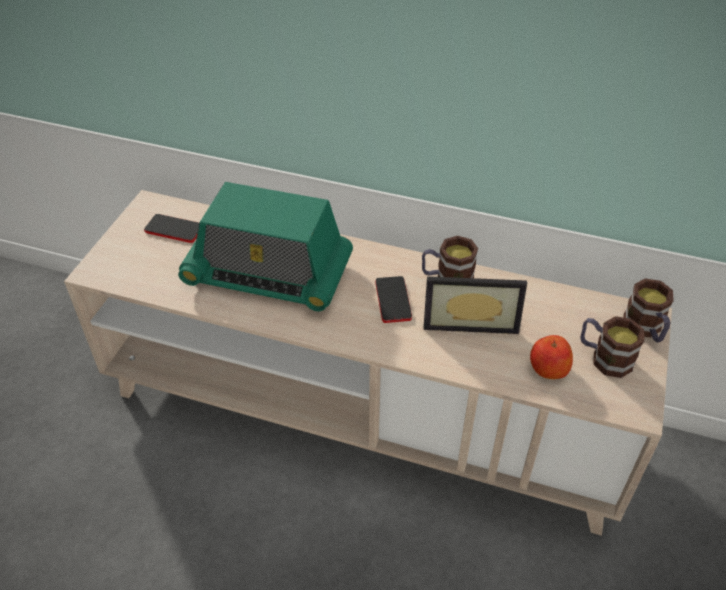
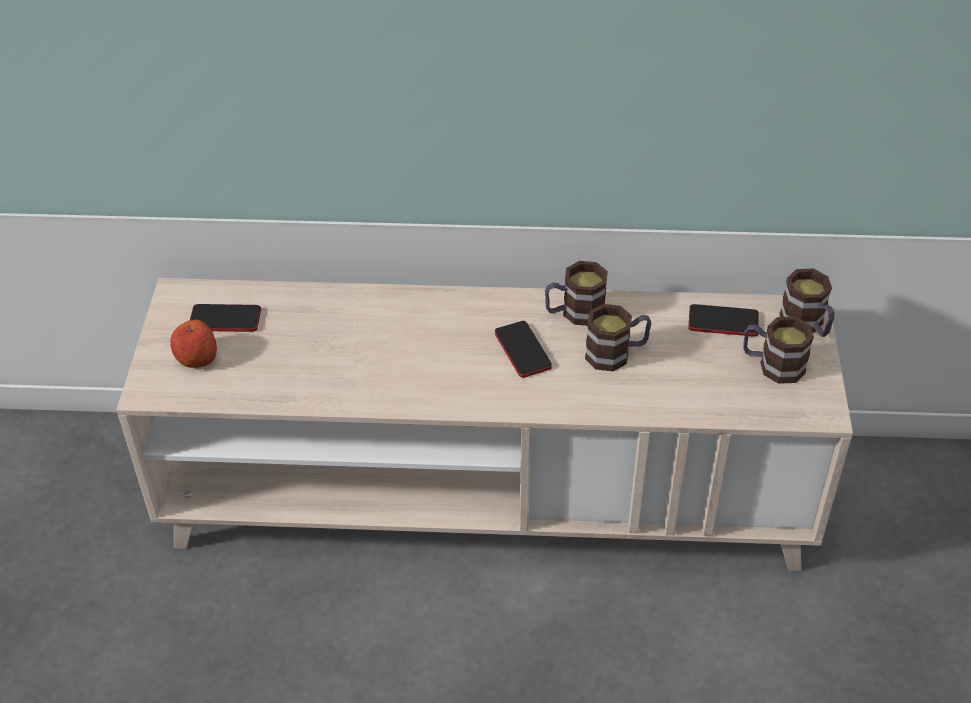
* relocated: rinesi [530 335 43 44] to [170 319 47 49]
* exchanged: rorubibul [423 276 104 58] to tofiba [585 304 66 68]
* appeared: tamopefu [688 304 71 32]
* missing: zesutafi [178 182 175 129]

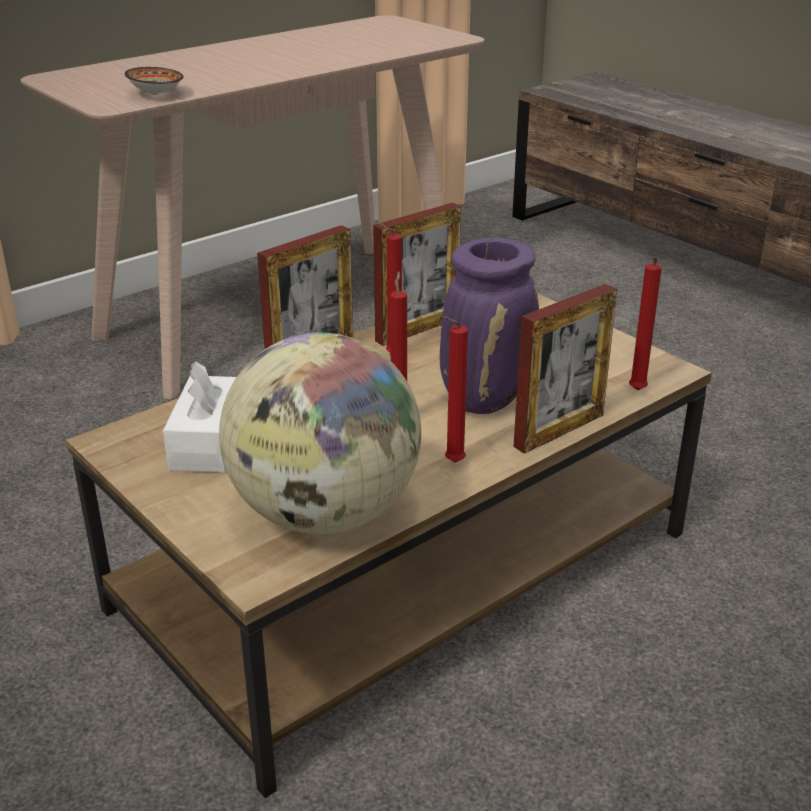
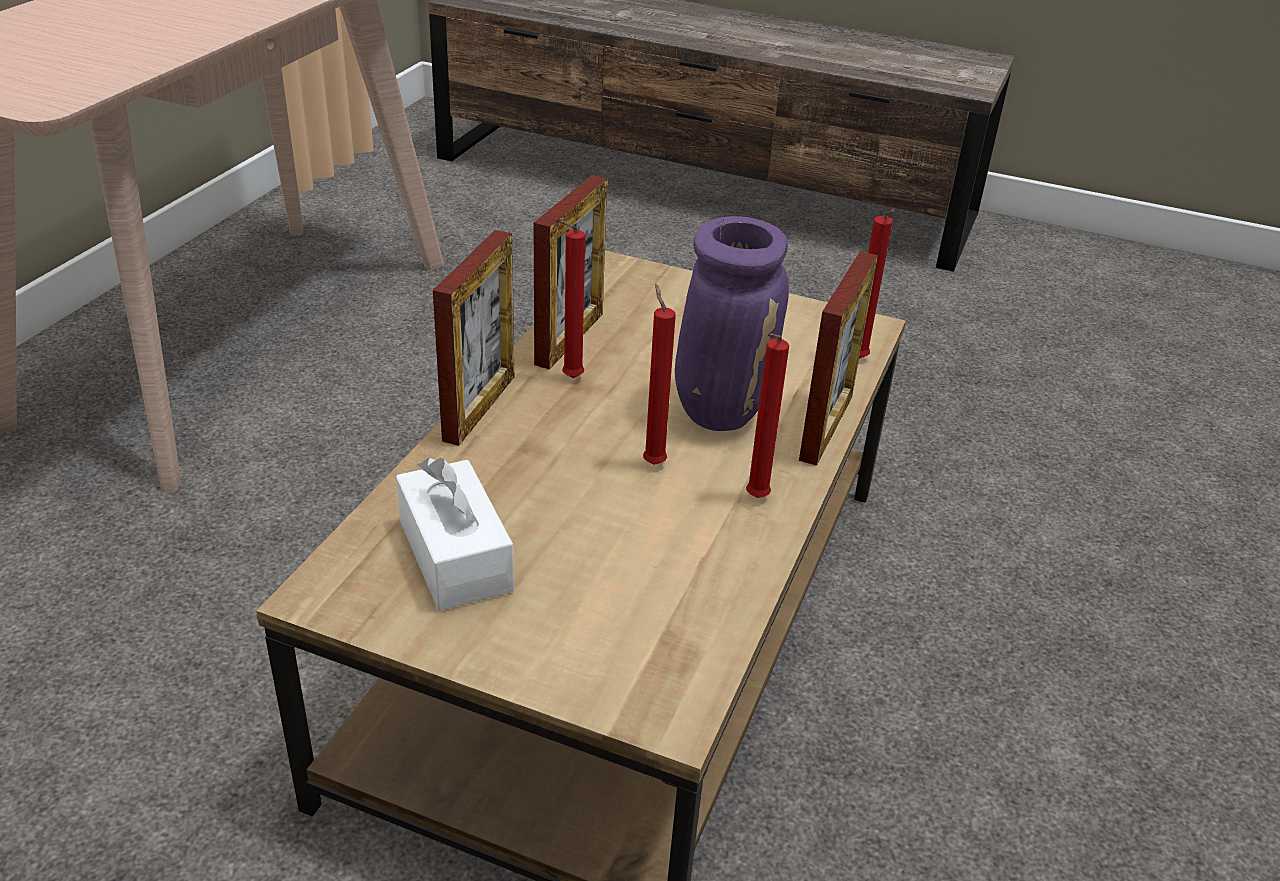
* missing: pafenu [125 67 59 28]
* missing: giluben [219 333 202 201]

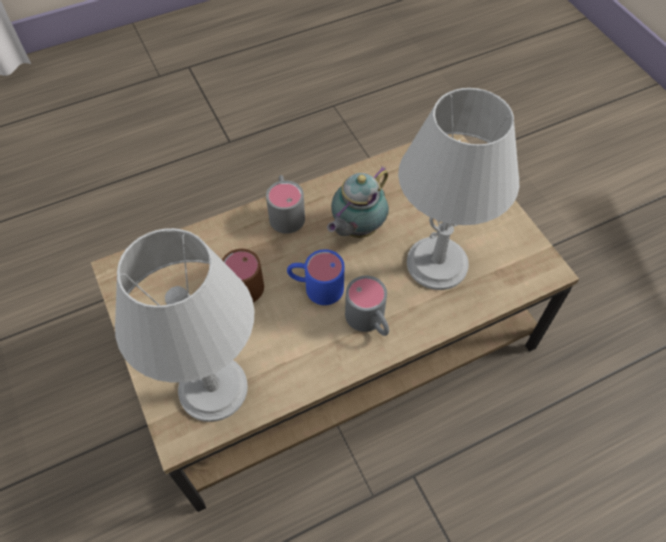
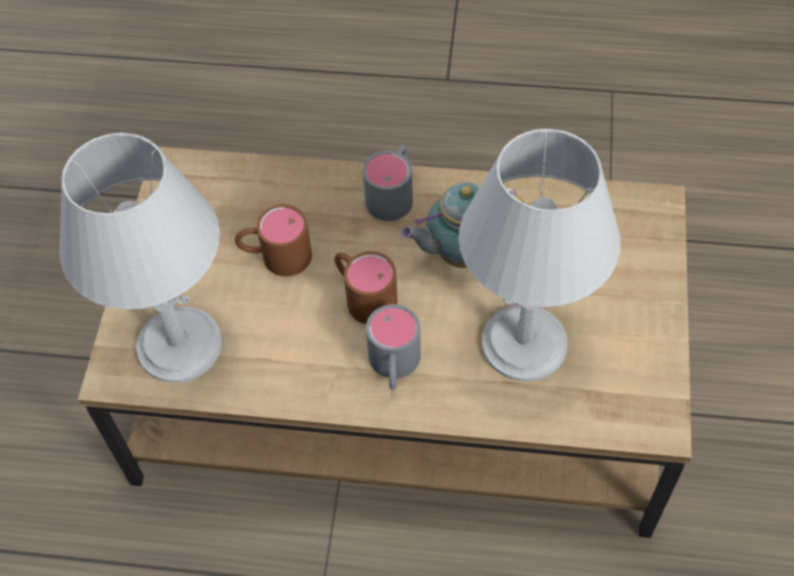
* colour: tofiba (blue) [287 249 58 56] to tofiba (brown) [335 251 63 73]

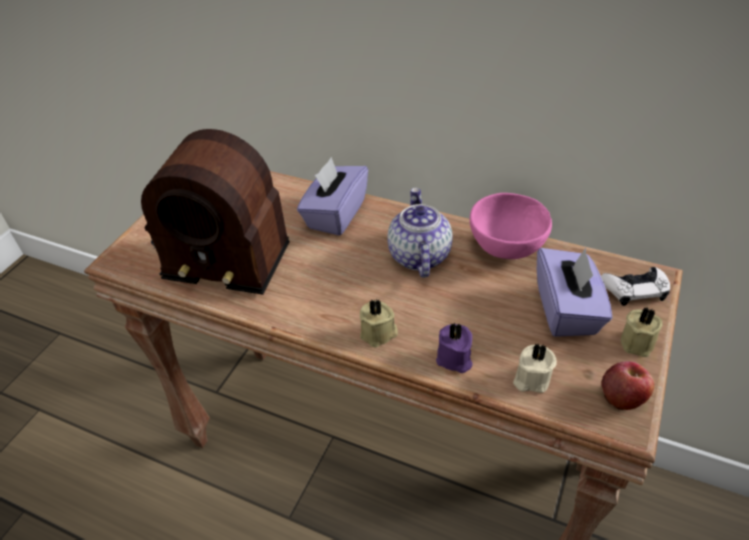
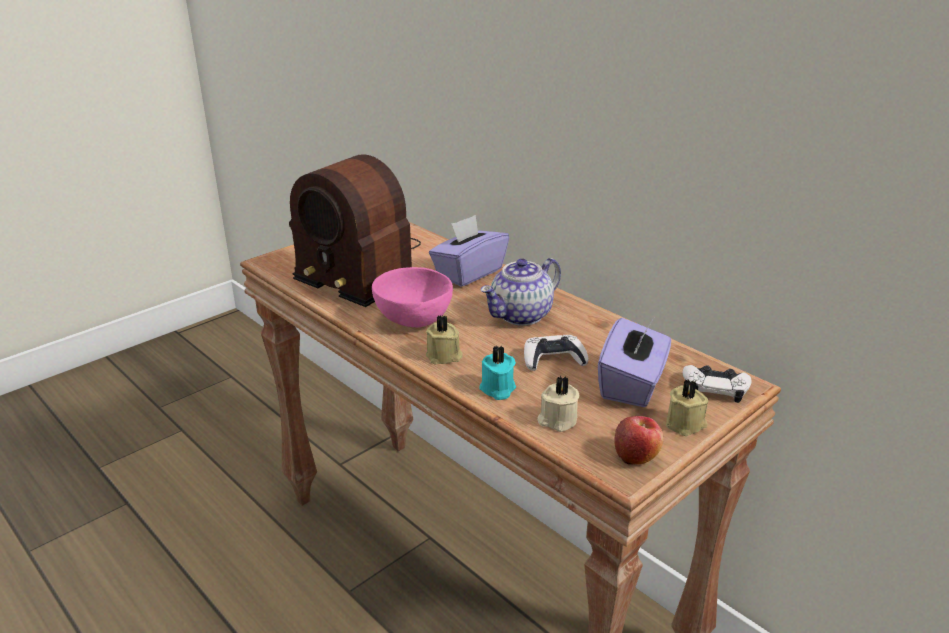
* relocated: pafenu (pink) [470 193 82 66] to [372 267 81 60]
* colour: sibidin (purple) [436 323 36 50] to sibidin (turquoise) [479 346 37 54]
* spun: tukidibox [387 188 66 90] = [480 258 81 68] 150 degrees counterclockwise
* appeared: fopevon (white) [524 335 65 36]

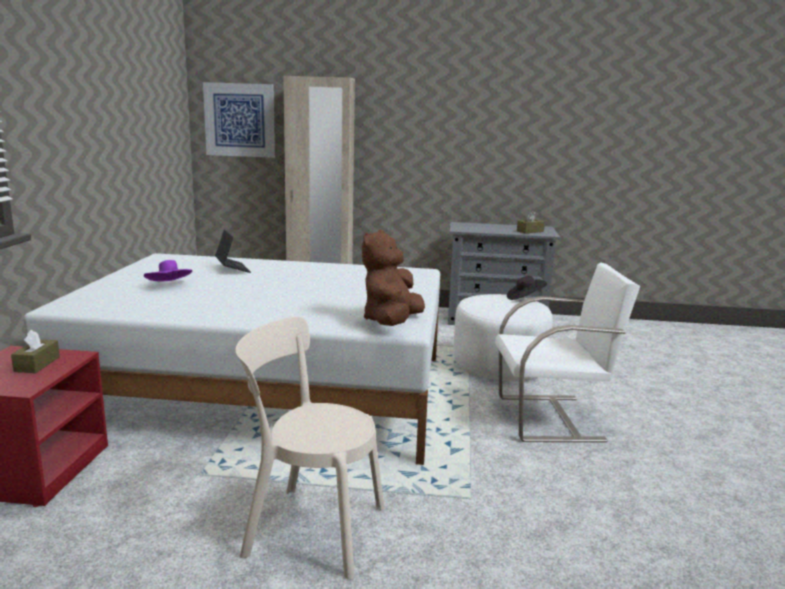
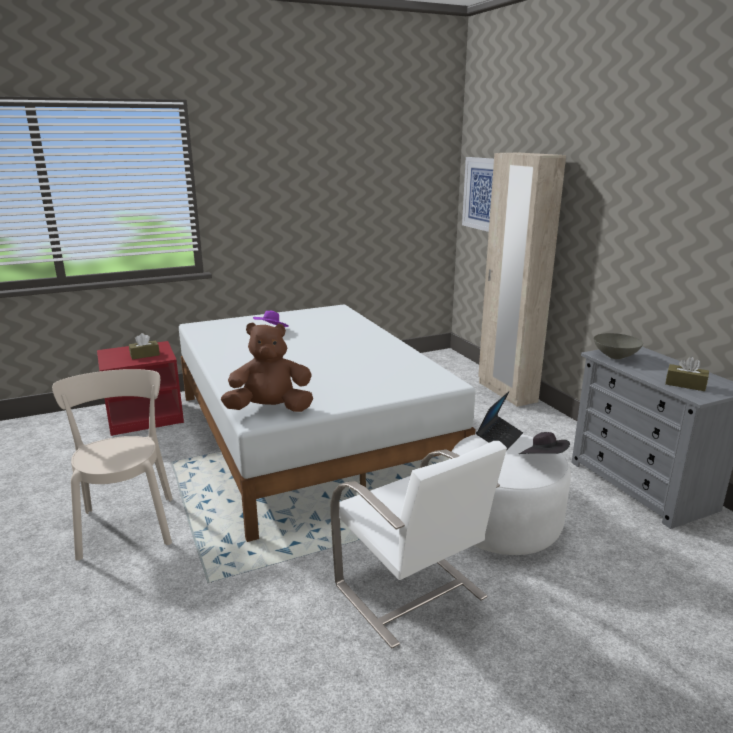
* relocated: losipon [215 230 36 43] to [476 391 47 60]
* appeared: pafenu (grey) [594 333 49 26]

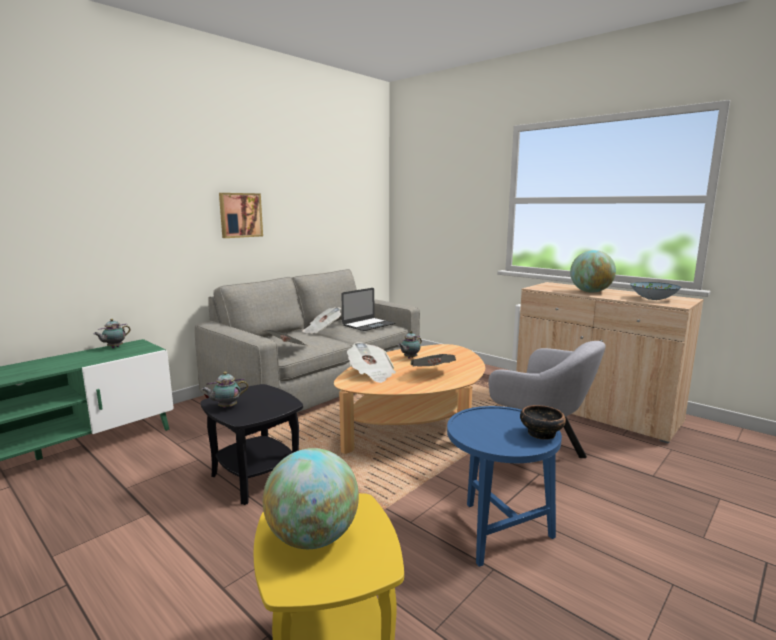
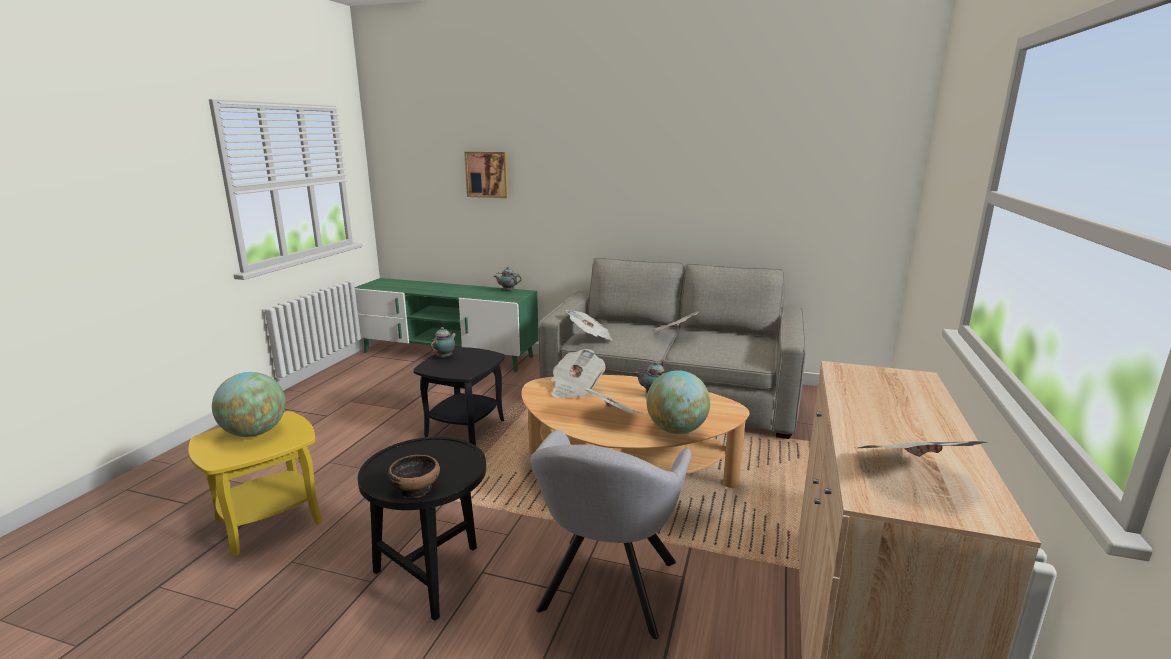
* colour: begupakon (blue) [447 406 115 161] to begupakon (black) [358 437 128 184]
* spun: tukidibox [201 372 47 36] = [431 327 25 31] 75 degrees clockwise
* relocated: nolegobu [219 193 44 45] to [464 151 45 47]
* relocated: giluben [570 250 46 43] to [646 370 64 64]
* exchanged: pafenu [630 282 51 18] to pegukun [857 441 131 16]
* missing: losipon [341 288 54 43]

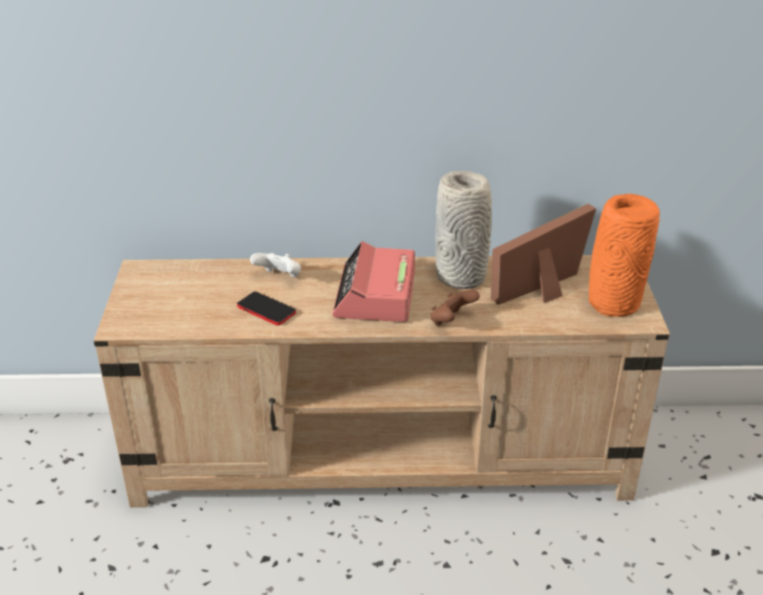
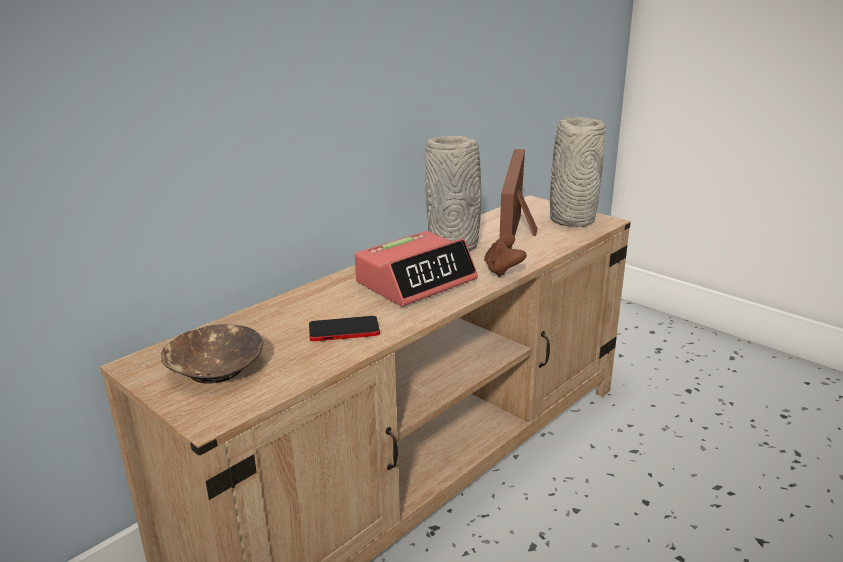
* appeared: pafenu (brown) [161 324 102 60]
* spun: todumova [332 241 83 81] = [355 231 123 76] 90 degrees counterclockwise
* colour: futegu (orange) [589 194 71 123] to futegu (grey) [550 117 56 110]
* missing: fopevon (white) [250 253 51 24]

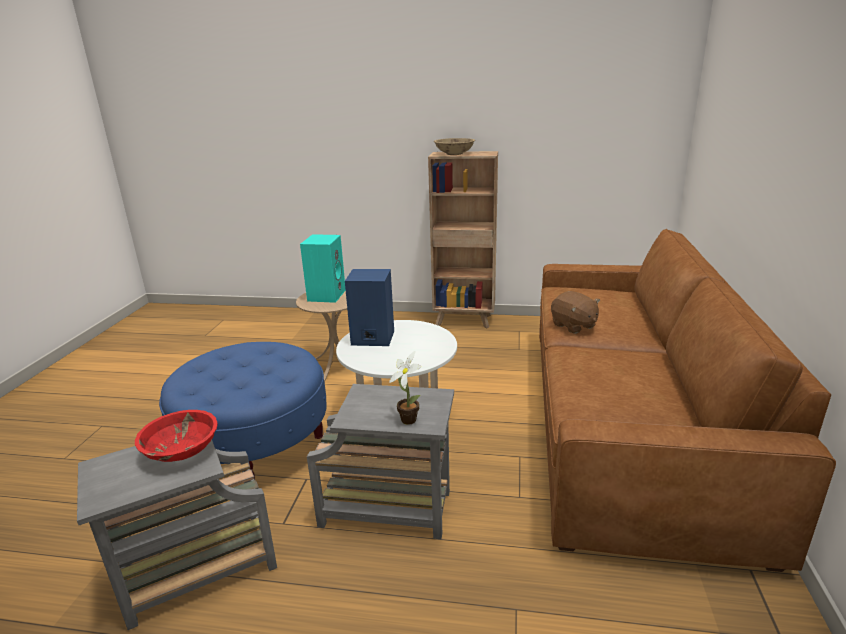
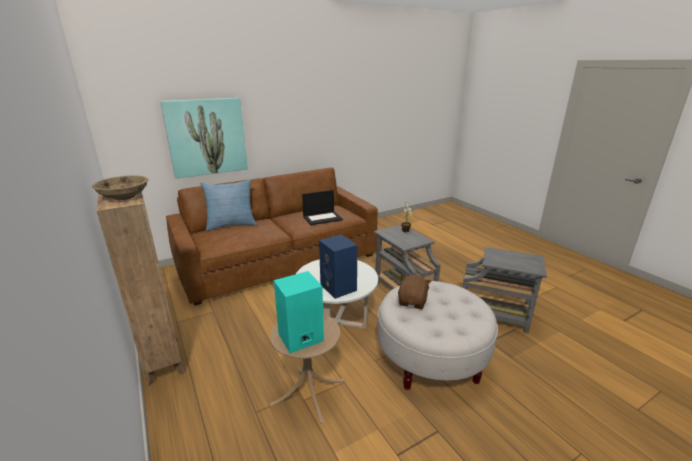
* appeared: nolegobu [160 98 88 81]
* appeared: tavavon [200 179 57 52]
* appeared: losipon [302 190 41 35]
* colour: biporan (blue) [159 342 168 138] to biporan (white) [378 281 120 109]
* relocated: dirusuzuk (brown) [551 291 49 43] to [398 275 33 34]
* missing: pafenu (red) [135 410 83 52]

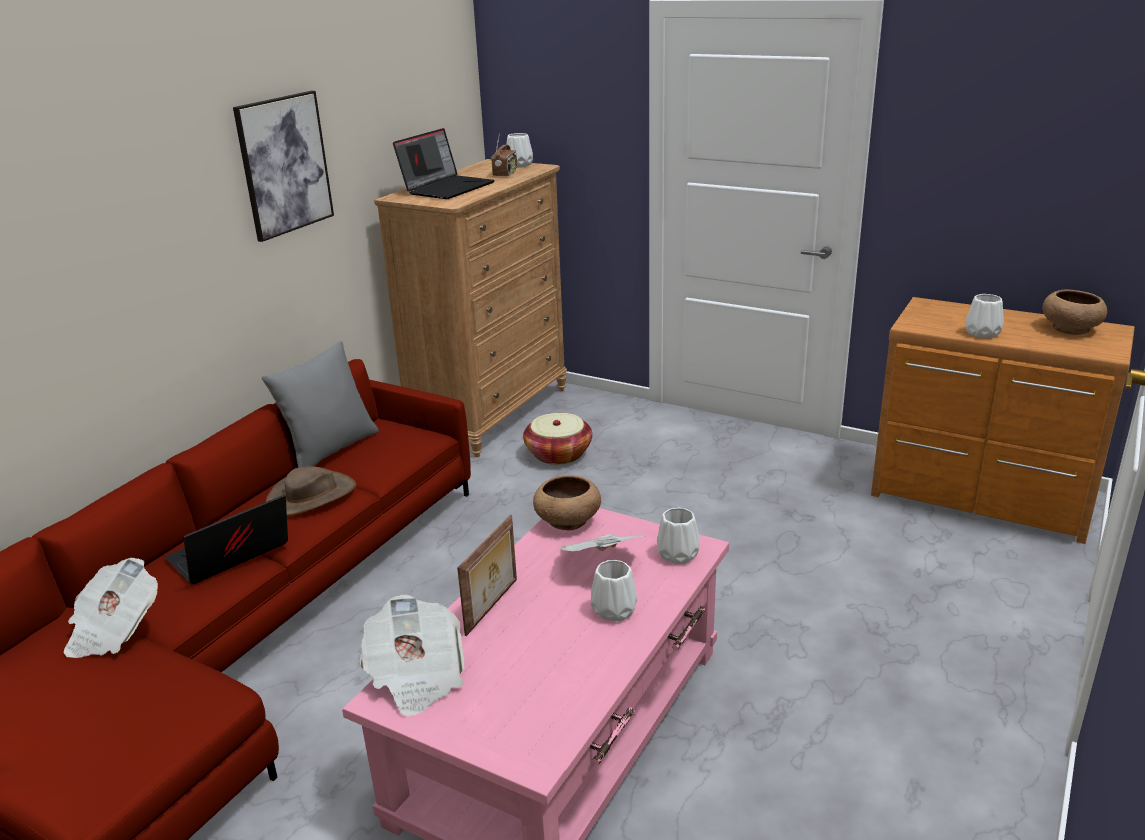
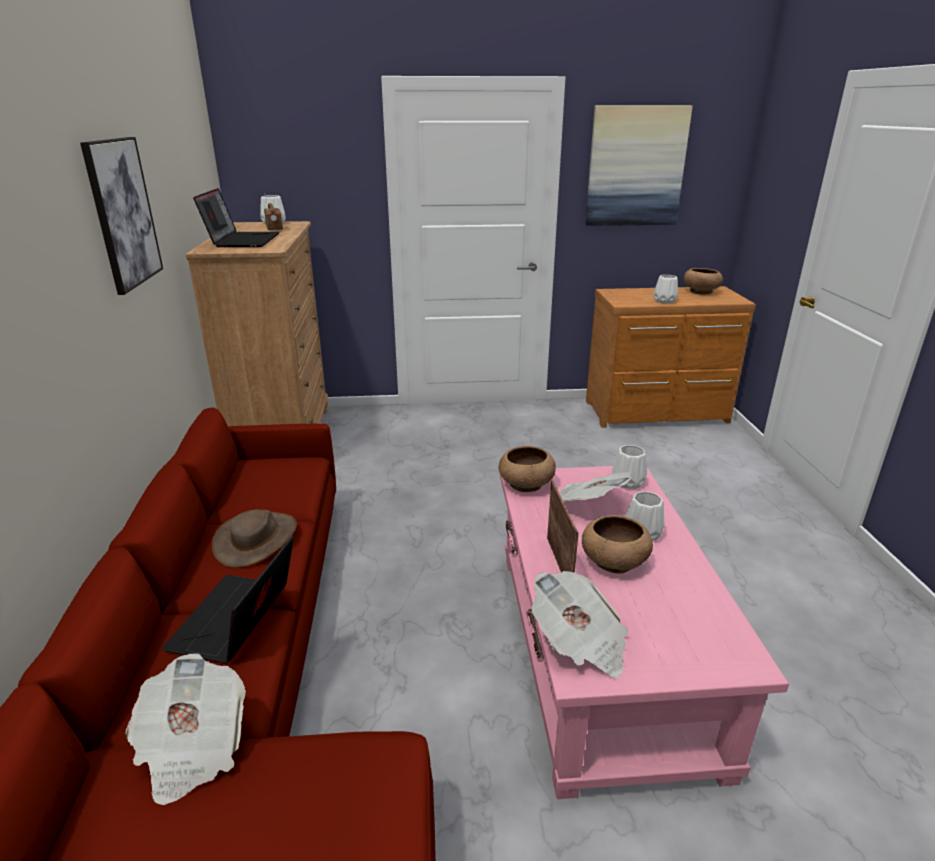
* appeared: pafenu (brown) [582 515 71 59]
* appeared: nolegobu [585 105 108 121]
* missing: tavavon (grey) [262 341 117 127]
* missing: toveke [523 413 69 52]

